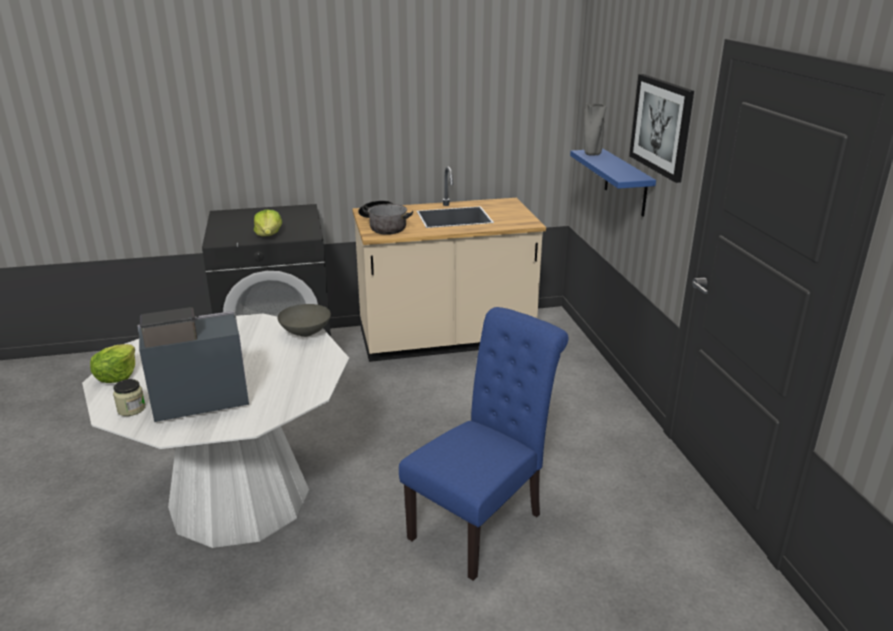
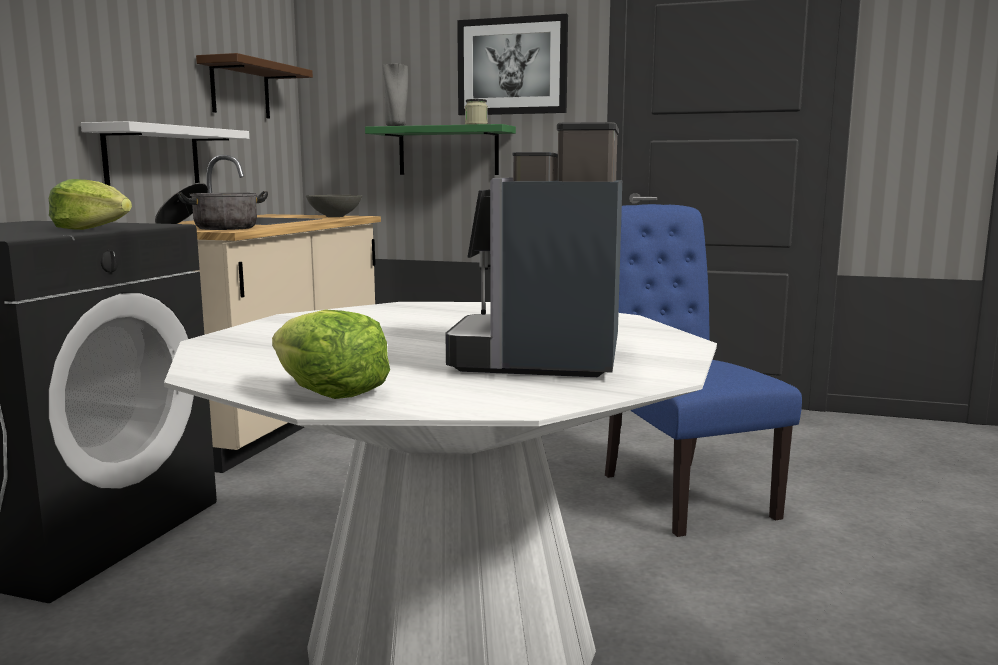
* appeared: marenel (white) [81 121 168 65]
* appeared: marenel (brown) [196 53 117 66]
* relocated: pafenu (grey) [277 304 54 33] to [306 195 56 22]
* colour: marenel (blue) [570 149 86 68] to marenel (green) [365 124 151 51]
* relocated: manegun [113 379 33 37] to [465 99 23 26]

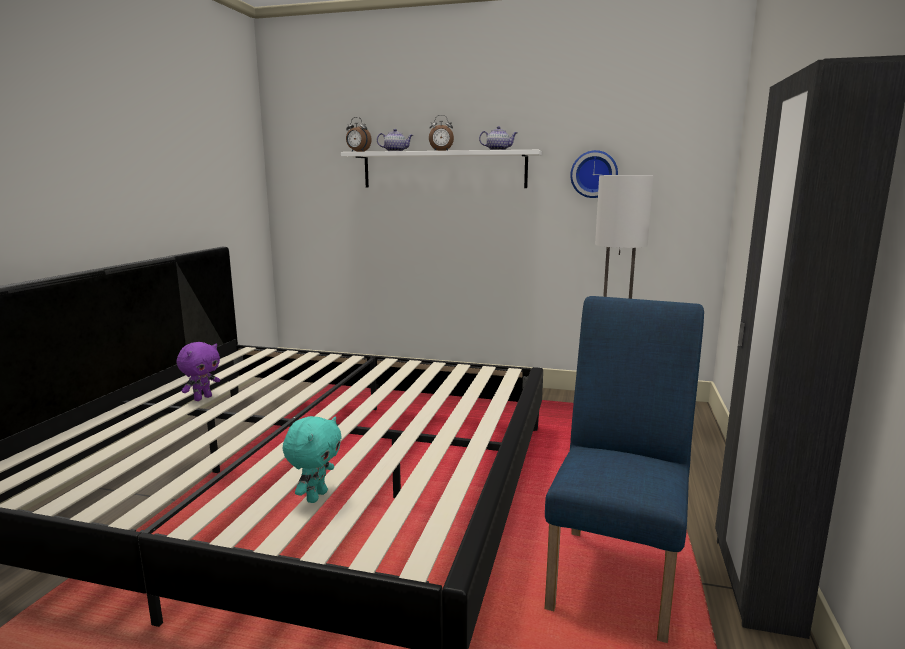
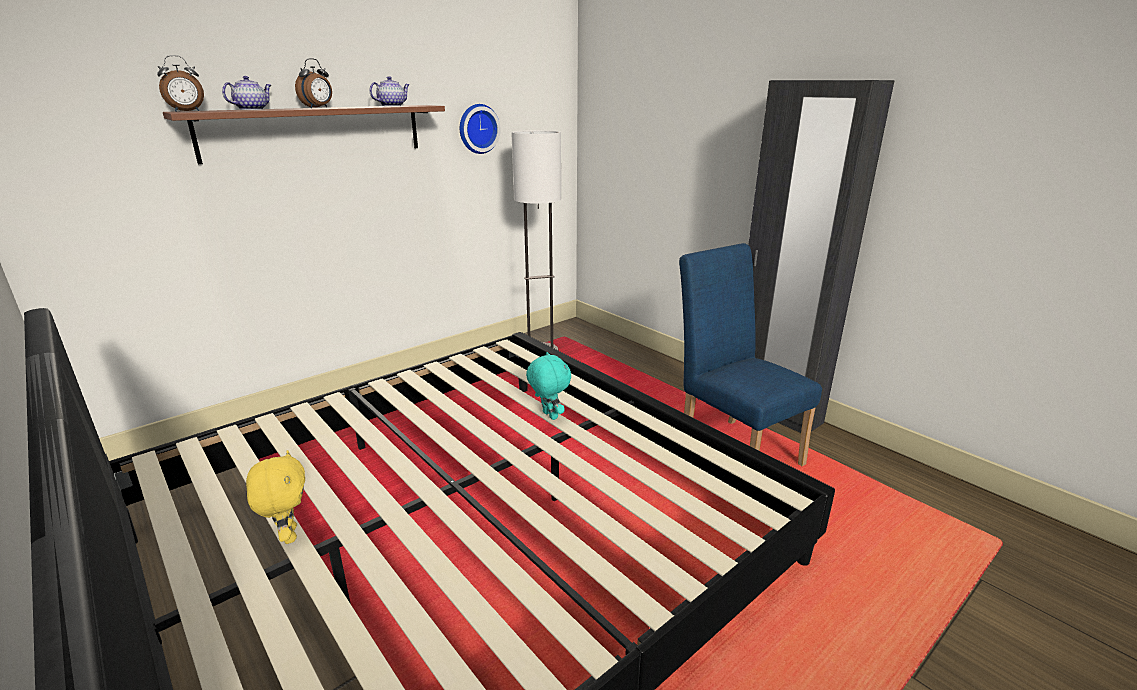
* colour: marenel (white) [341 150 201 38] to marenel (brown) [163 105 282 59]
* colour: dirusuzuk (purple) [177 342 43 59] to dirusuzuk (yellow) [246 450 59 94]
* relocated: dirusuzuk (turquoise) [283 416 59 87] to [526 352 45 68]

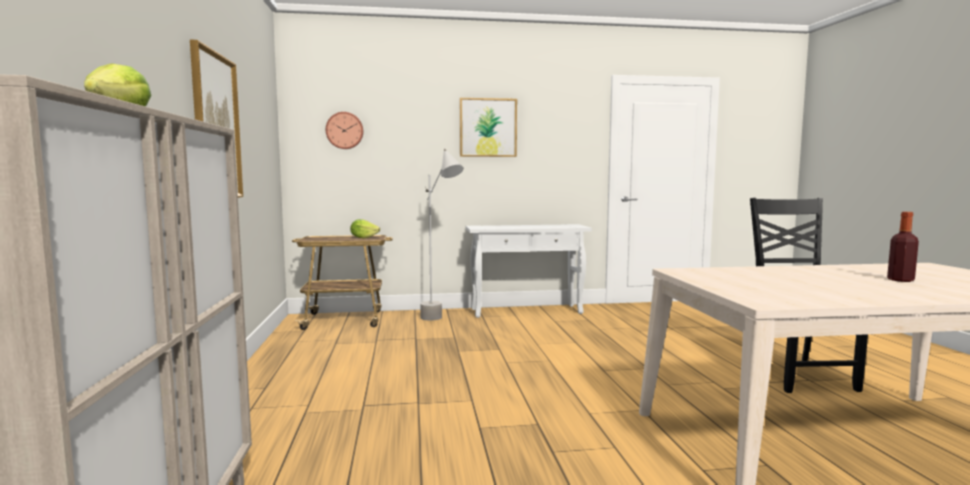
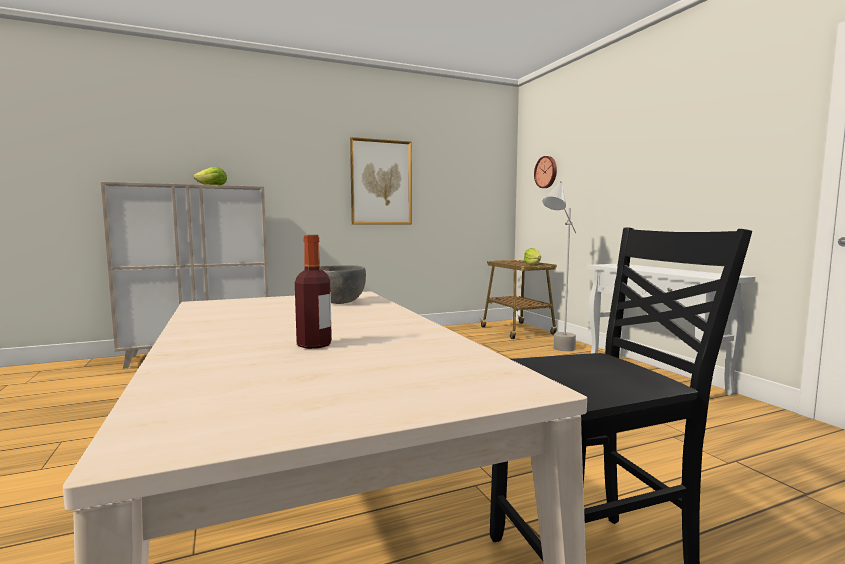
* appeared: pafenu (grey) [320 265 46 39]
* missing: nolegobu [460 98 57 59]

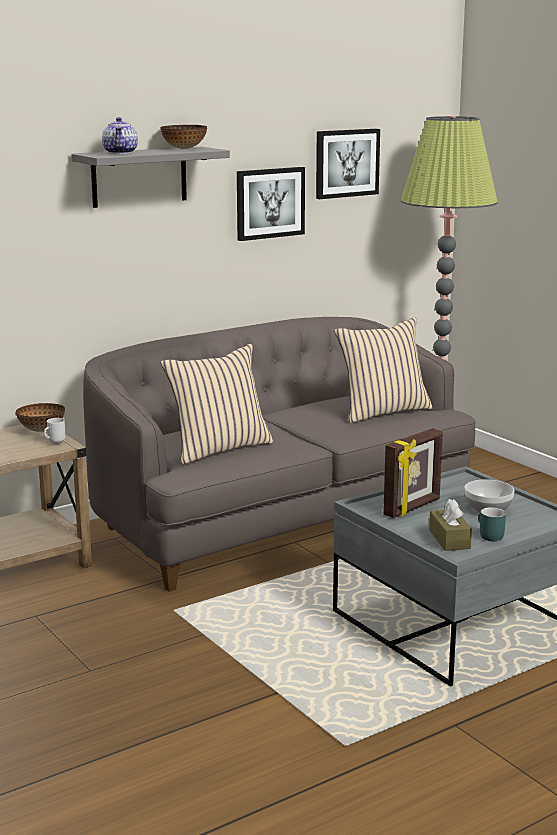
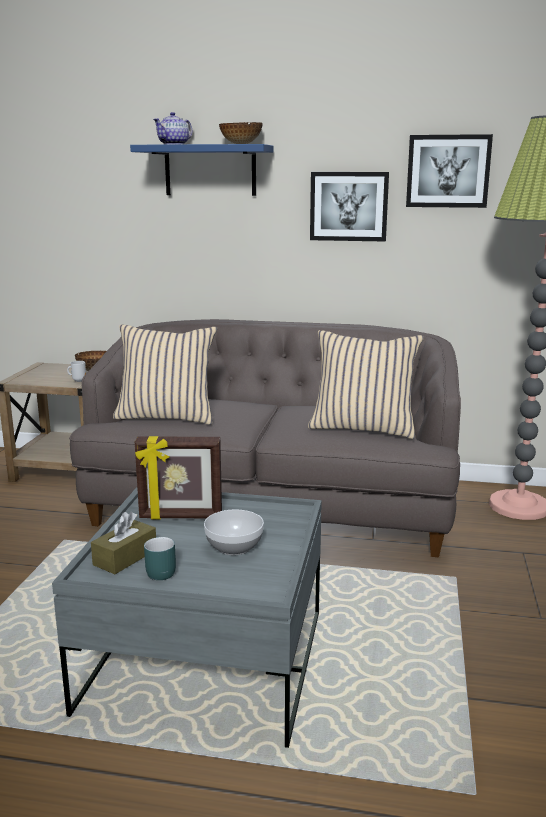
* colour: marenel (grey) [71 147 159 61] to marenel (blue) [130 144 144 52]

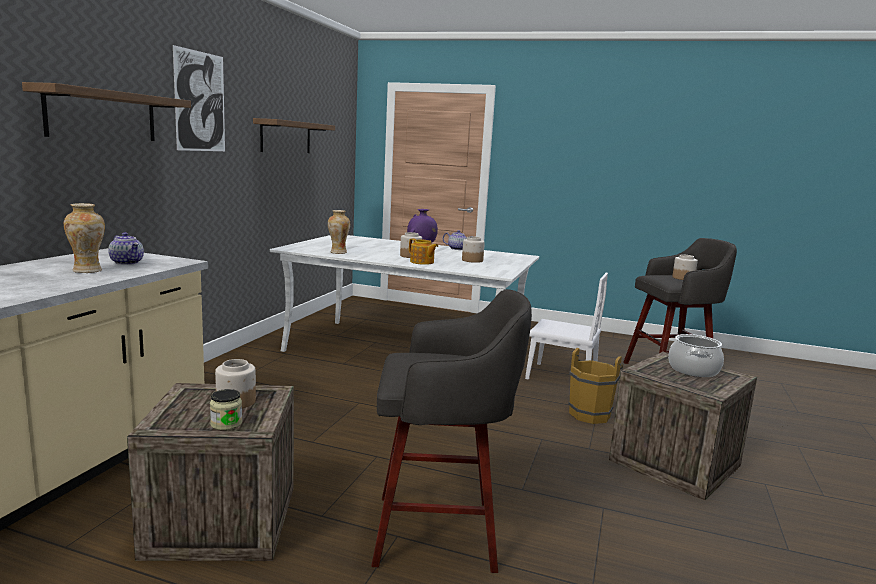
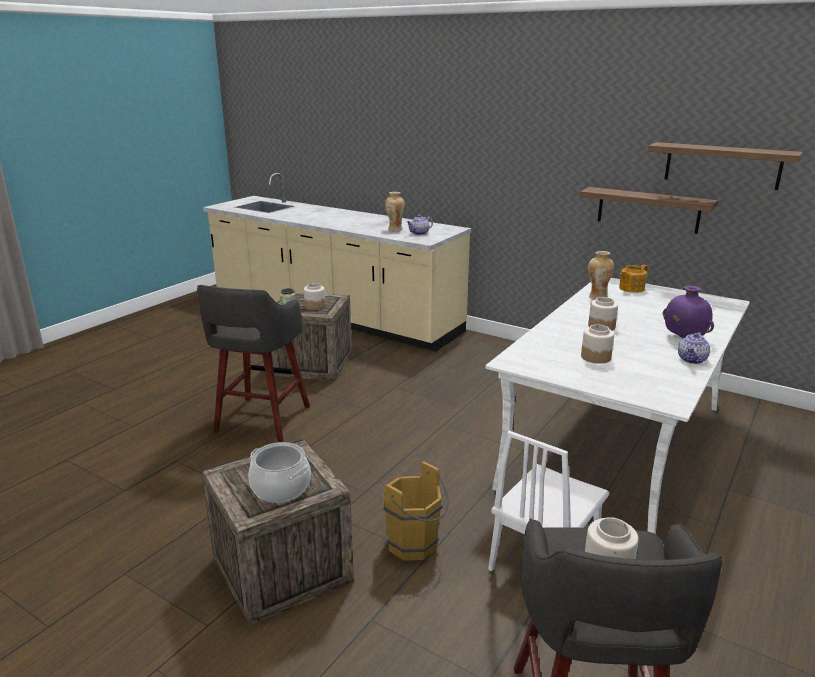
* relocated: marenel [22 82 169 59] to [579 187 139 47]
* relocated: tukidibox [409 239 29 26] to [619 265 29 28]
* missing: nolegobu [173 45 52 106]

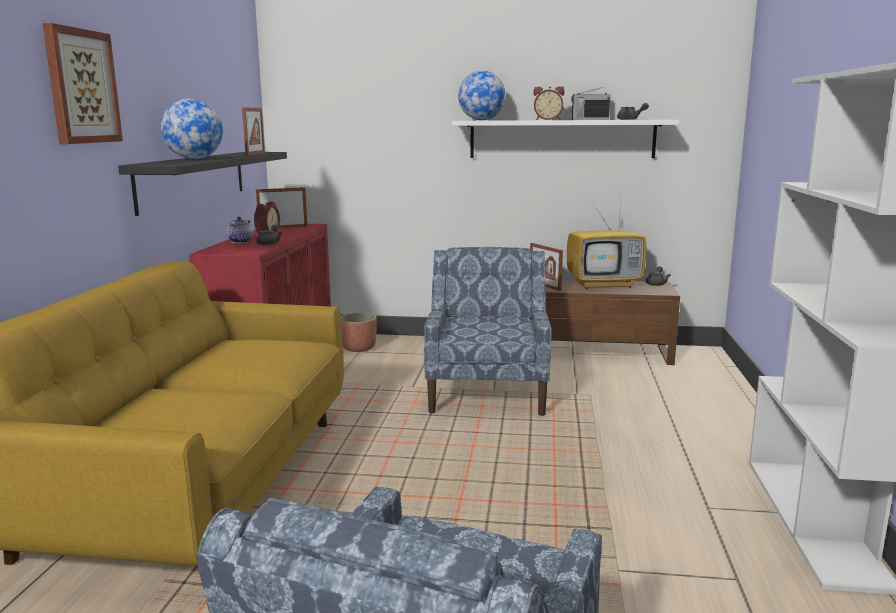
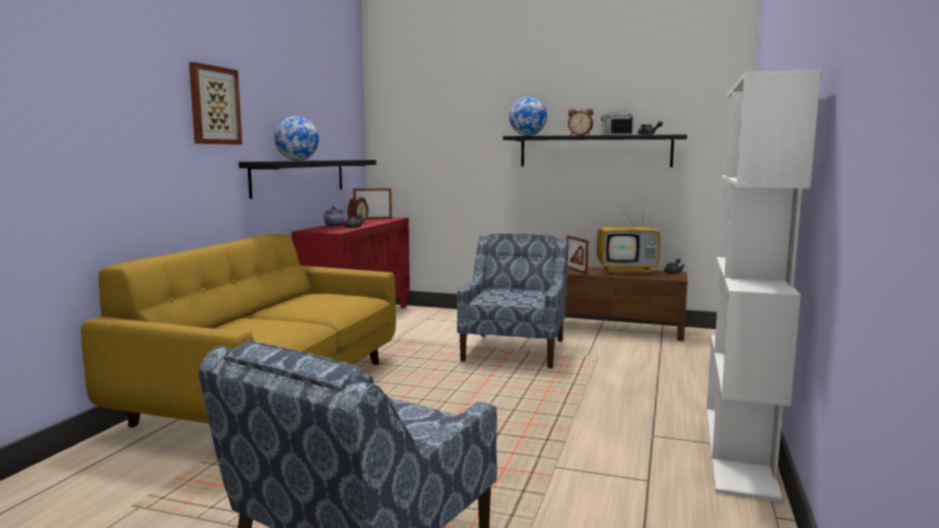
* colour: marenel (white) [452 120 227 38] to marenel (black) [503 134 184 33]
* missing: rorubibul [242 107 23 49]
* missing: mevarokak [341 313 35 39]

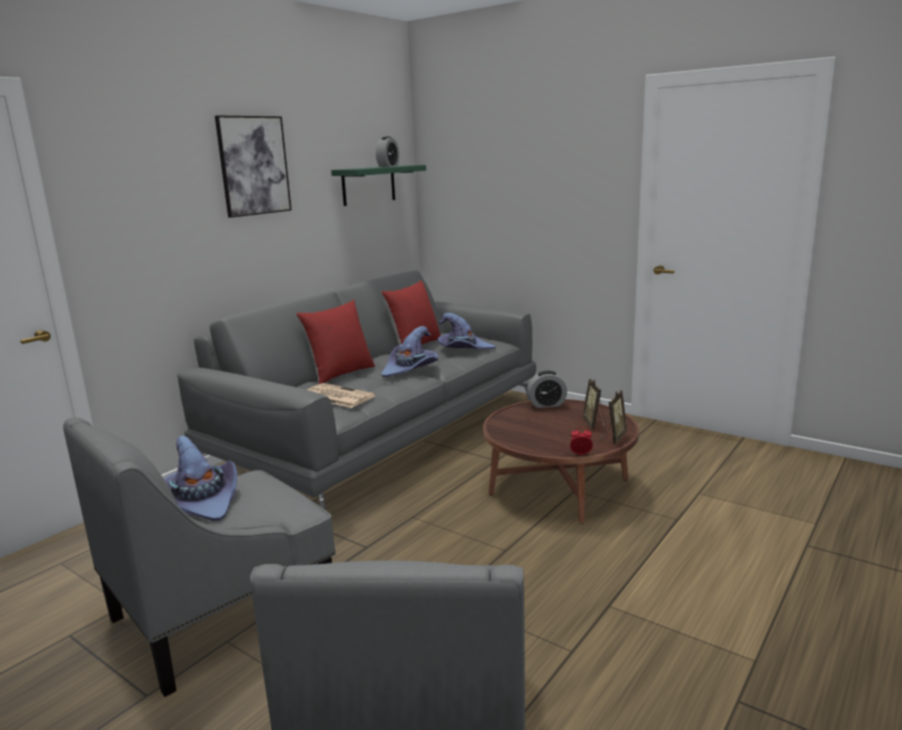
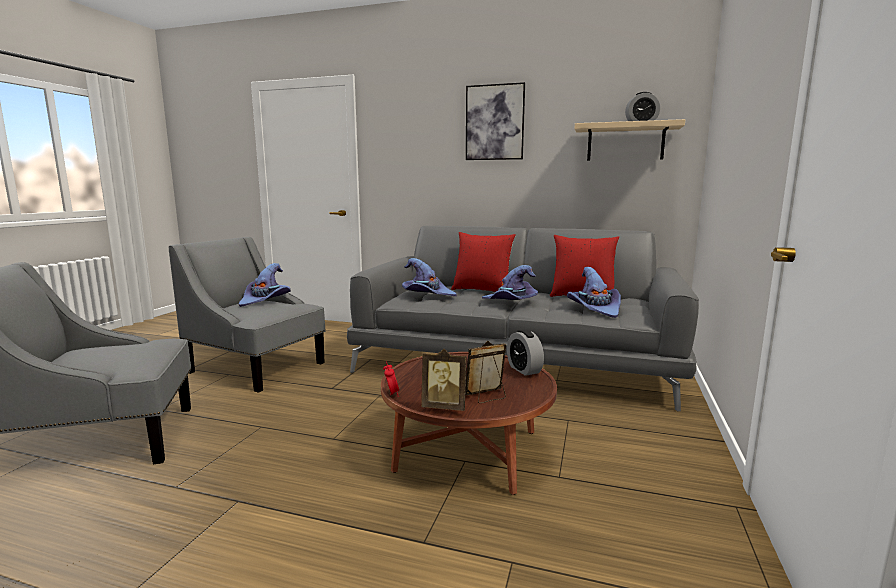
* exchanged: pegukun [307 383 69 25] to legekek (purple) [402 258 55 38]
* colour: marenel (green) [331 165 95 41] to marenel (beige) [574 119 111 41]

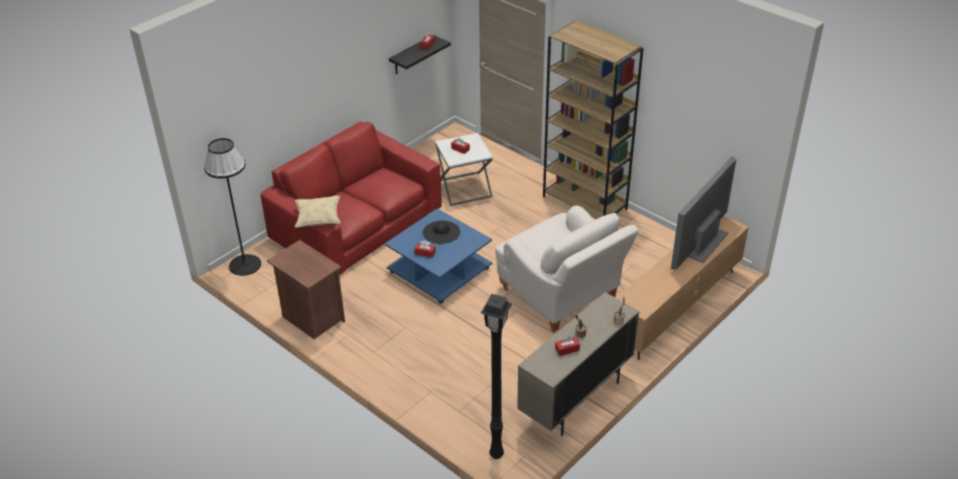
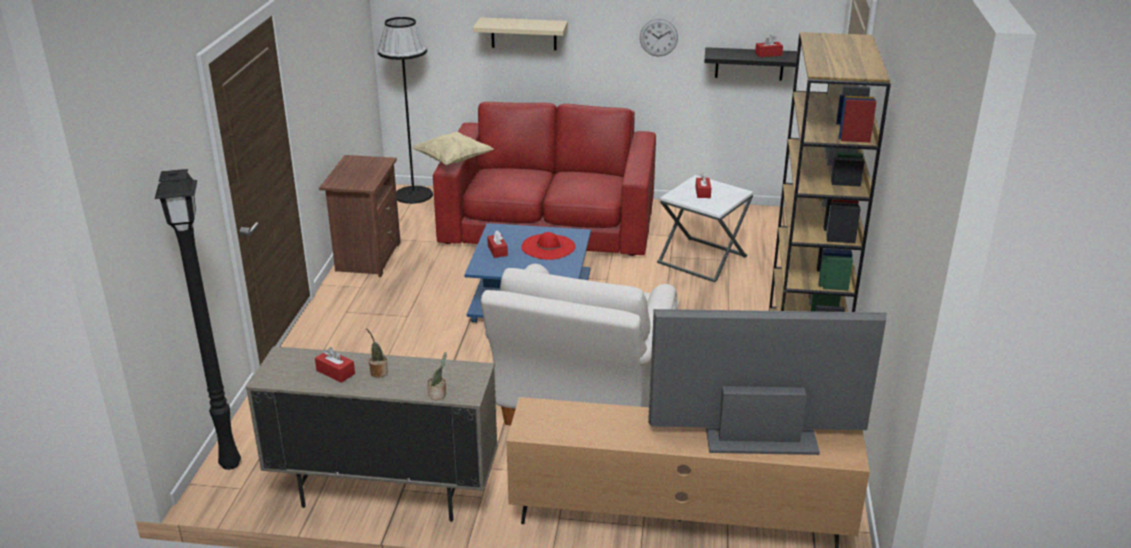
* appeared: marenel (beige) [473 17 95 33]
* colour: legekek (black) [423 220 37 24] to legekek (red) [521 232 54 28]
* appeared: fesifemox [640 19 38 37]

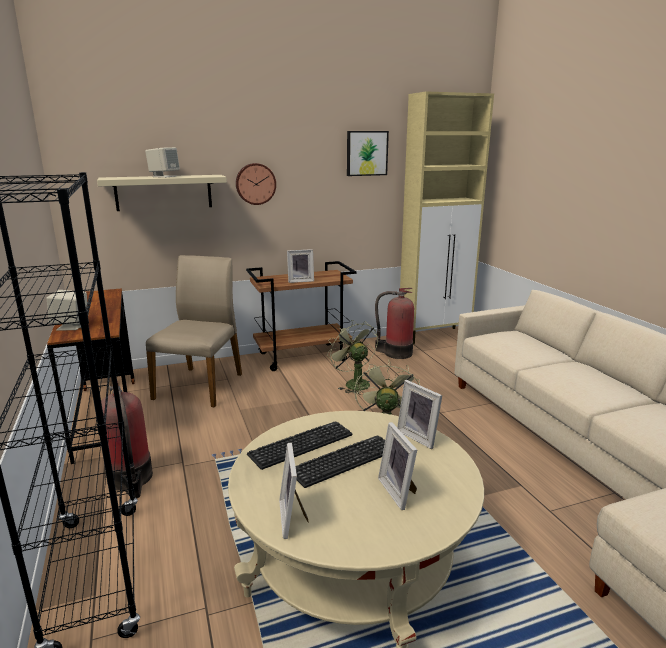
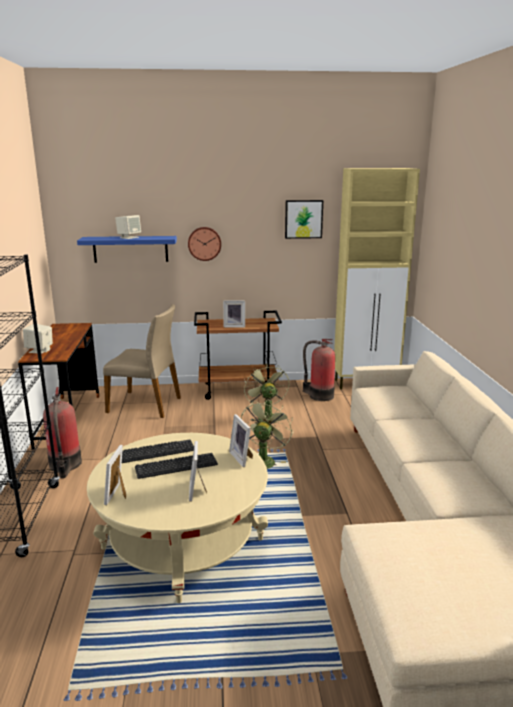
* colour: marenel (beige) [97 175 130 36] to marenel (blue) [77 236 100 27]
* spun: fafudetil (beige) [146 255 96 152] = [103 304 78 114] 75 degrees clockwise

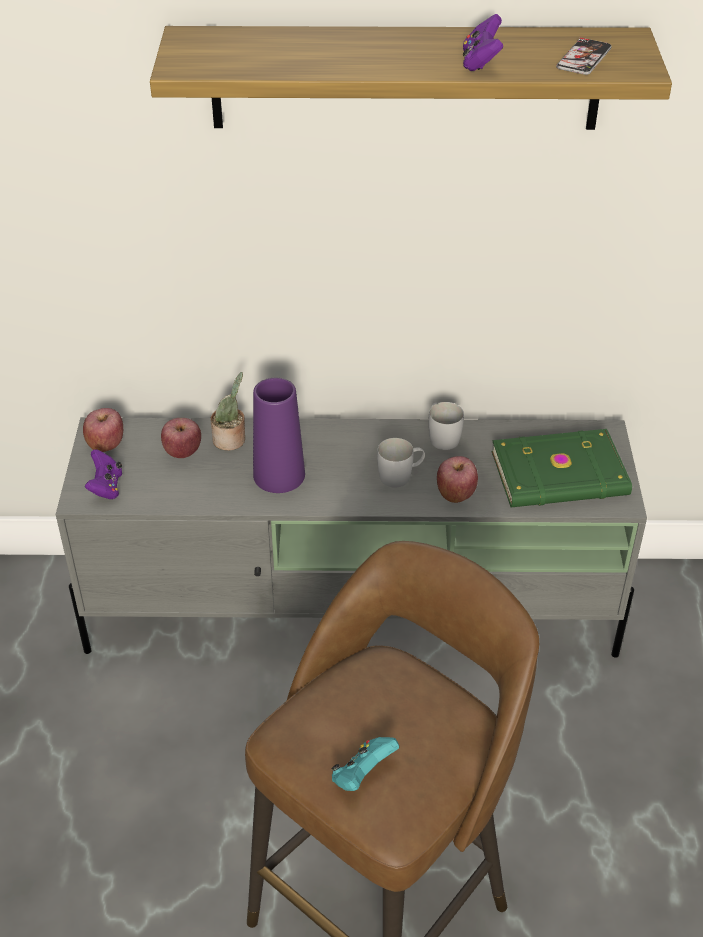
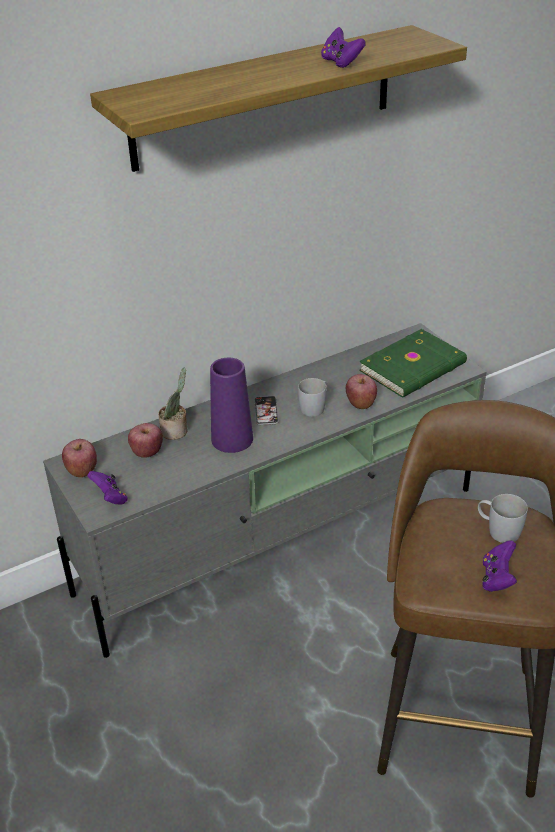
* relocated: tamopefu [556 37 56 38] to [255 396 23 29]
* relocated: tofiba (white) [428 402 36 48] to [478 494 50 49]
* colour: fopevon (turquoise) [332 737 67 54] to fopevon (purple) [482 540 35 52]

